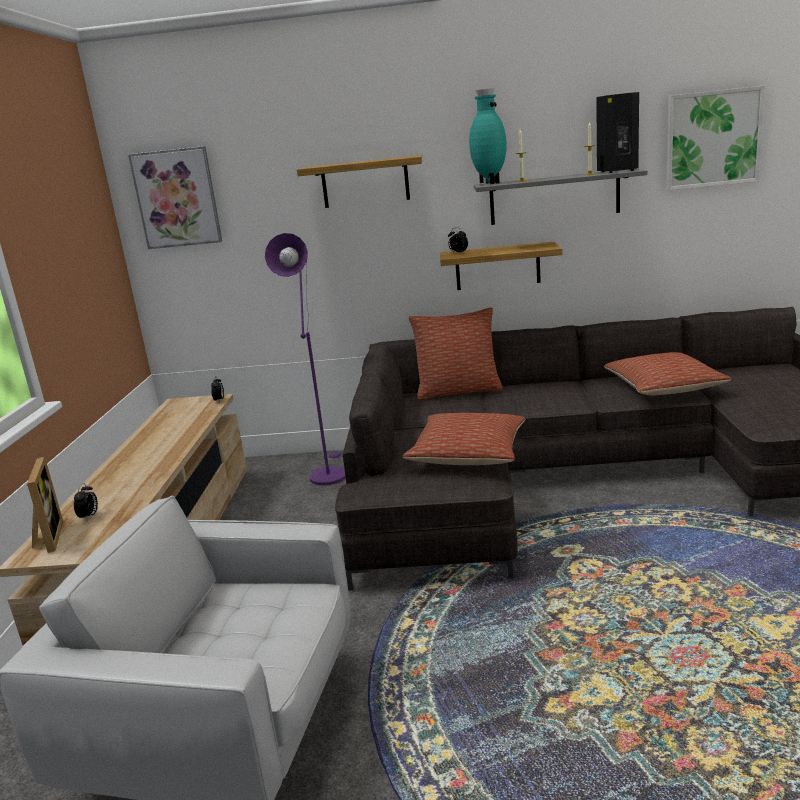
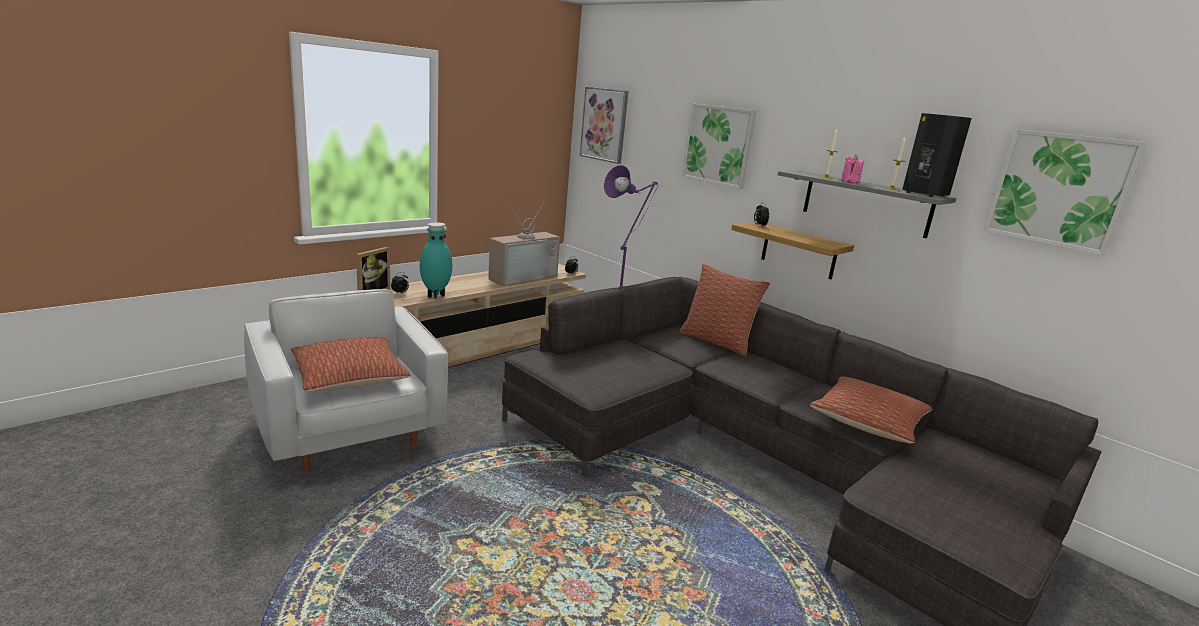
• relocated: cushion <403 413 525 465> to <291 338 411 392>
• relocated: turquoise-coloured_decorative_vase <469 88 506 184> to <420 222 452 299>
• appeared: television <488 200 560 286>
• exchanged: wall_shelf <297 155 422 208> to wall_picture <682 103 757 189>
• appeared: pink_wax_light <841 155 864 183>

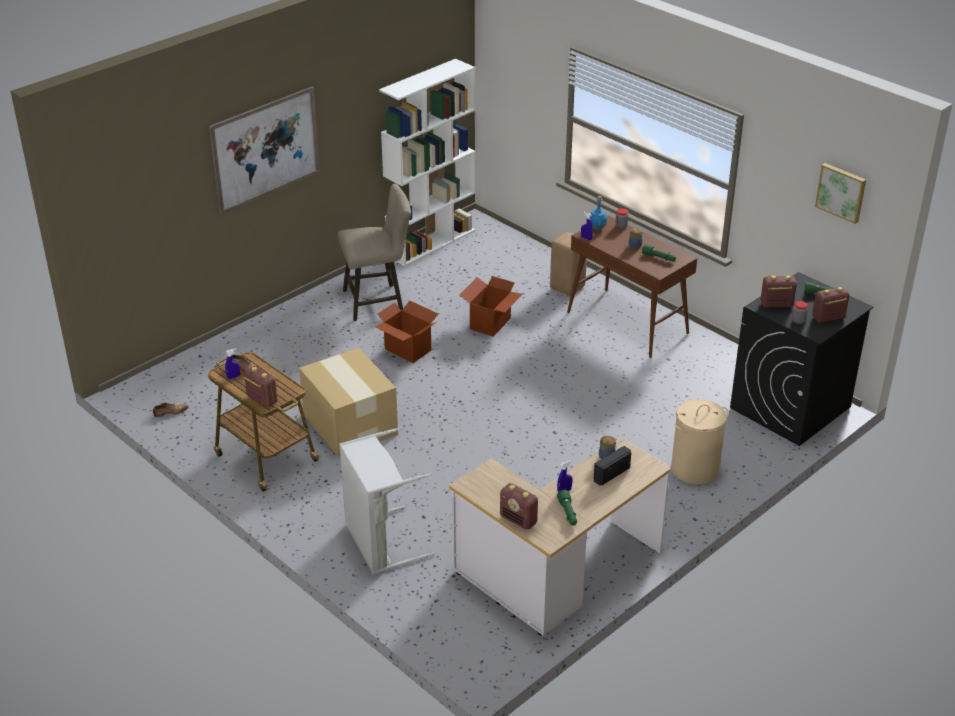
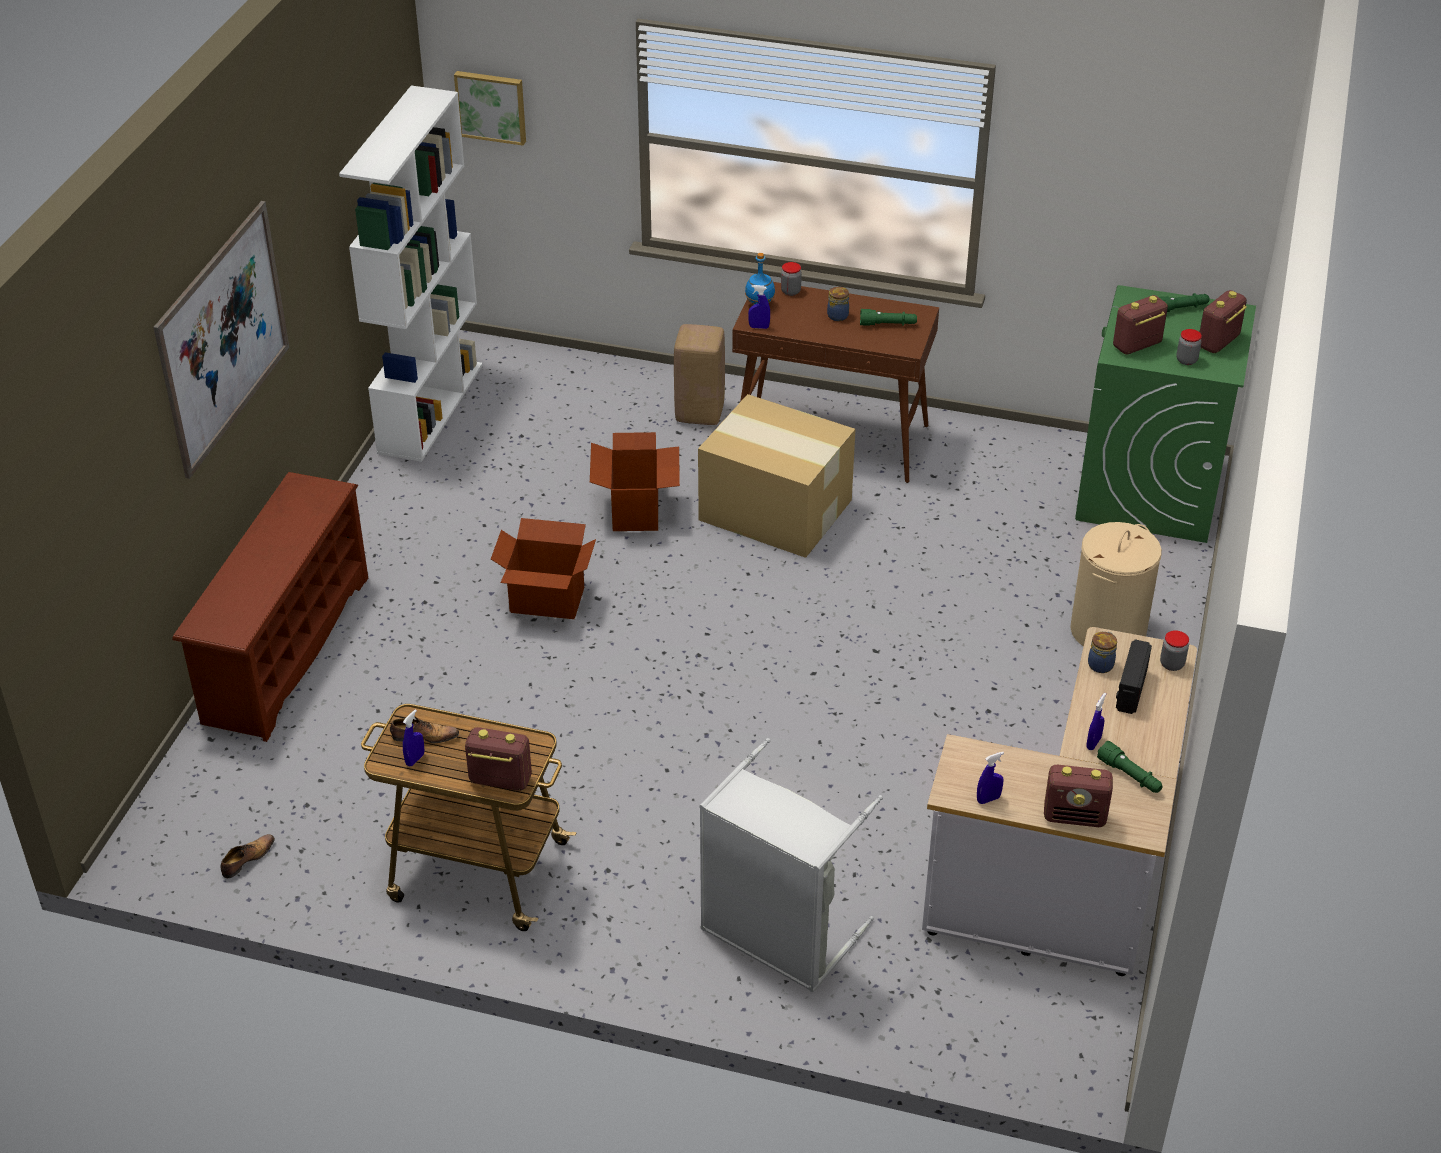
• appeared: brown_shoe_rack <172 472 368 742>
• relocated: wall_picture <815 163 866 224> to <454 71 526 146>
• relocated: packing_box <299 348 398 457> to <698 394 855 558>
• appeared: blue-coloured_sprayer <977 752 1004 804>
• colour: black_washing_machine <730 272 873 446> to green_washing_machine <1075 285 1256 543>
• appeared: storage_jar <1160 630 1189 671>
• missing: sand-coloured_stool <338 184 411 321>

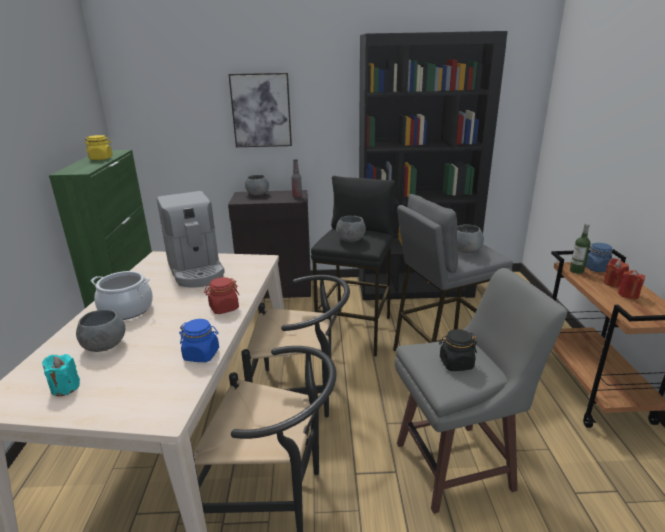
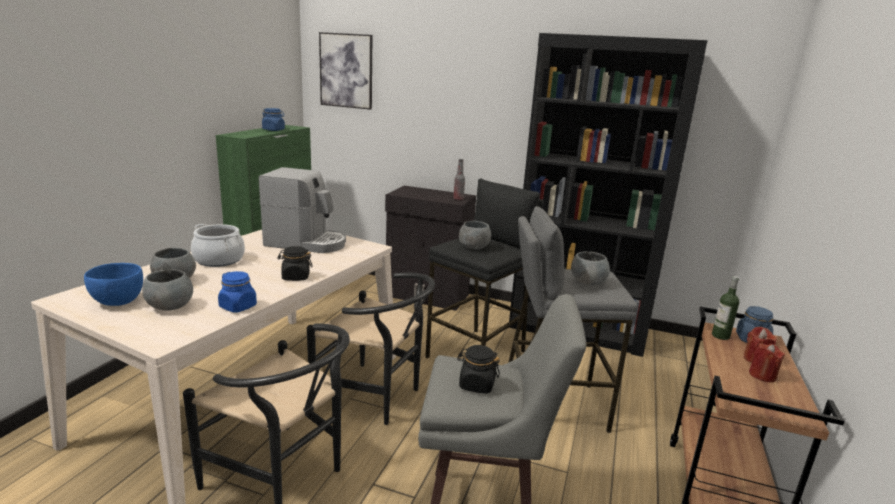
• exchanged: turquoise-coloured_wax_light <42 354 80 396> to blue-coloured_serving_bowl <84 263 143 306>
• relocated: greyish_serving_bowl <245 175 269 196> to <142 269 193 310>
• spun: coffee_machine <157 191 225 288> = <259 167 346 253> 75 degrees counterclockwise
• colour: yellowish_storage_jar <85 135 113 160> to blue-coloured_storage_jar <262 108 285 131>
• colour: reddish_storage_jar <204 277 239 314> to black_storage_jar <277 246 313 281>
• relocated: wall_picture <228 73 292 147> to <319 32 372 110>

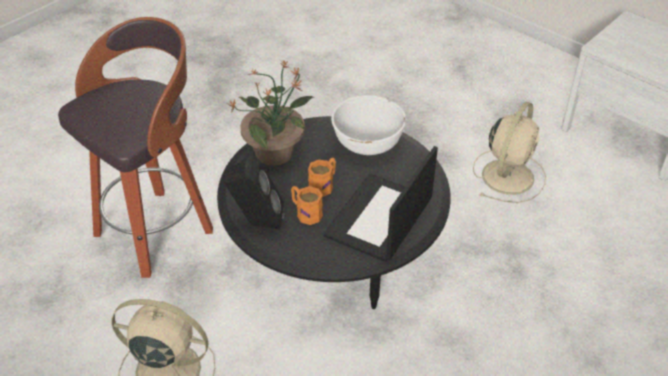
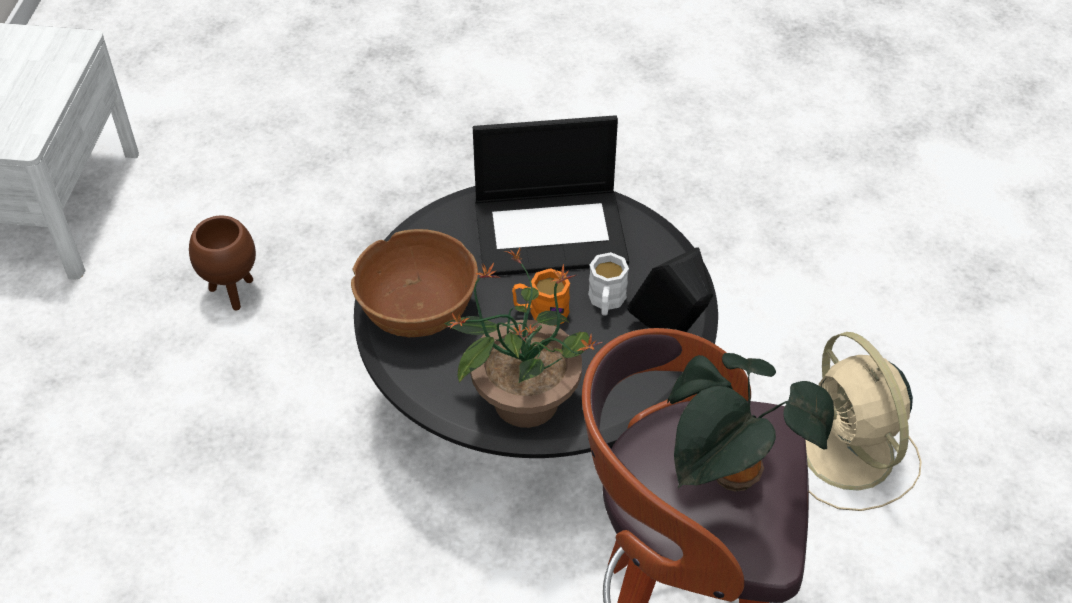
• exchanged: sand-coloured_electric_fan <473 102 546 203> to brown_planter <189 216 256 311>
• colour: white-coloured_serving_bowl <331 95 405 155> to brown_serving_bowl <351 229 478 337>
• colour: orange-coloured_tea_mug <291 186 323 225> to white-coloured_tea_mug <588 252 629 316>
• appeared: potted_plant <667 353 834 492>

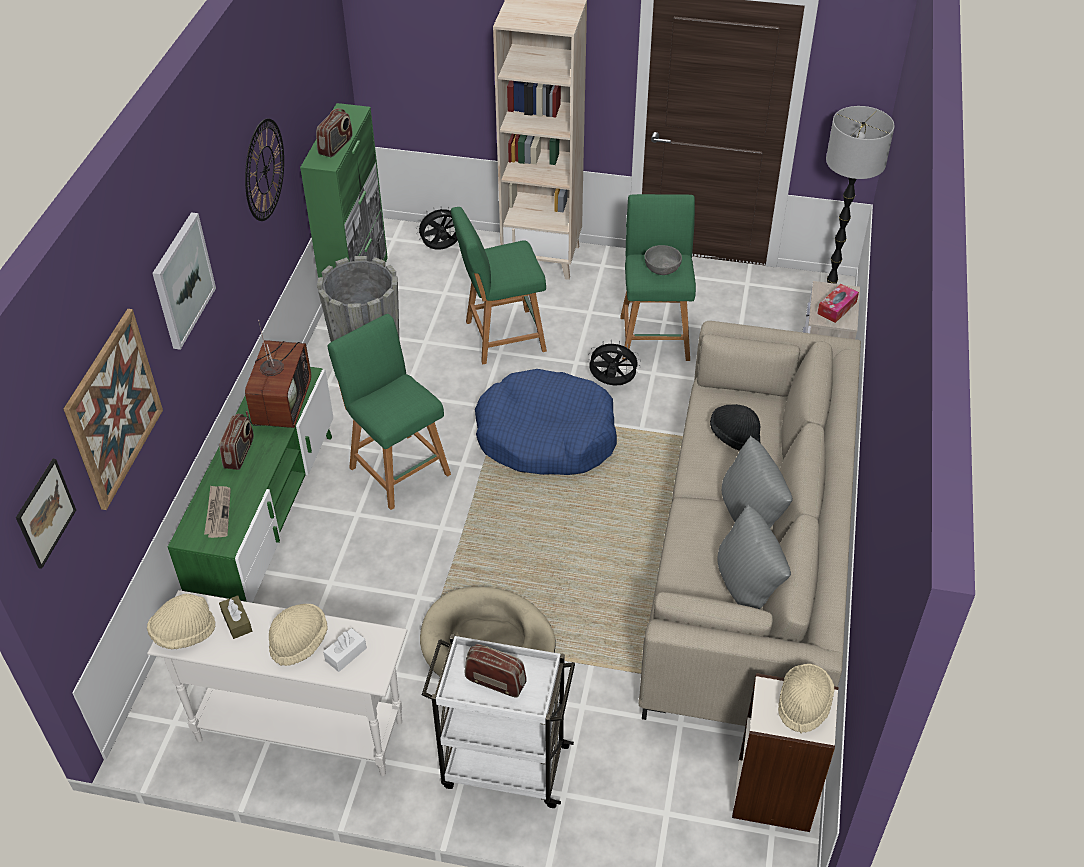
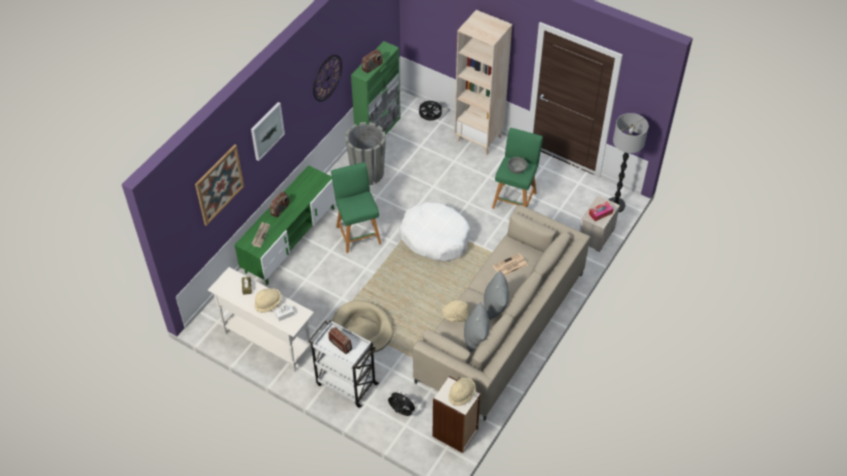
• relocated: black_electric_fan <588 340 641 386> to <388 390 417 416>
• colour: blue-coloured_pet_bed <475 369 617 475> to white-coloured_pet_bed <399 202 470 262>
• relocated: sand-coloured_hat <147 594 215 649> to <442 300 469 322>
• exchanged: black_hat <710 404 761 451> to newspaper <493 253 528 276>
• missing: wall_picture <16 459 76 569>
• missing: television <245 320 311 428>
• missing: green_stool <451 207 547 364>

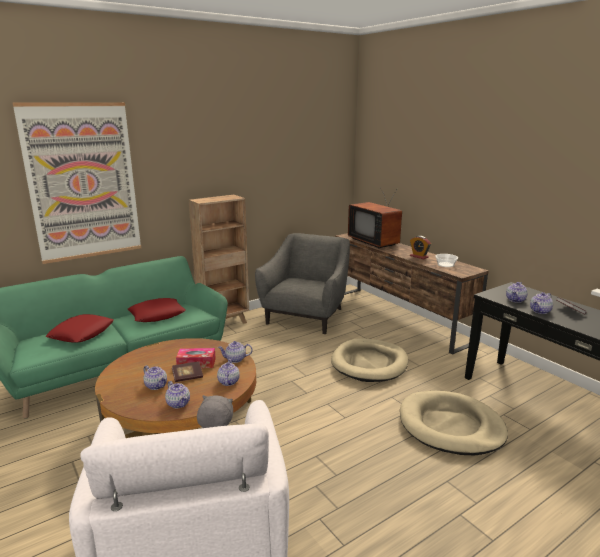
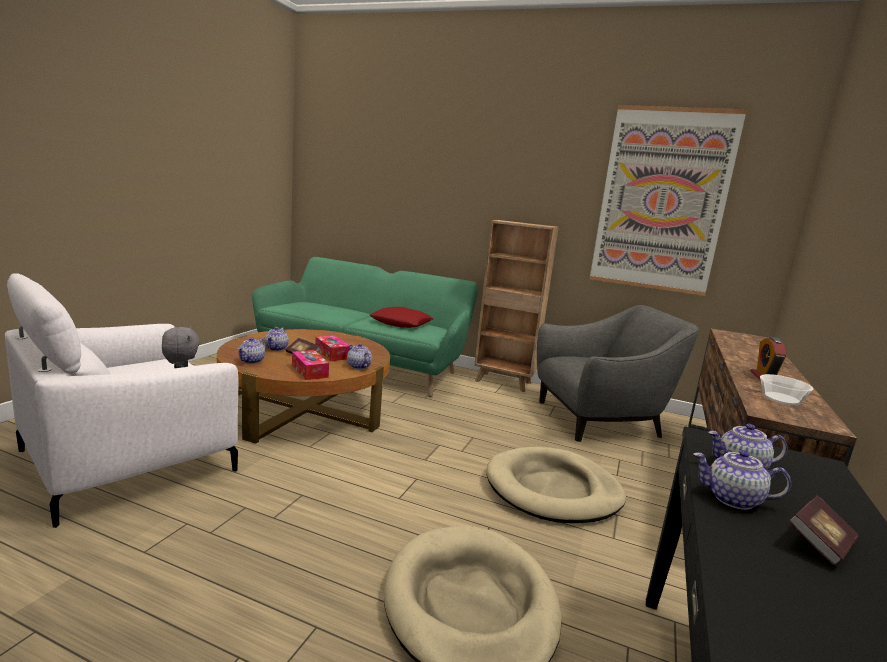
• exchanged: tea_pot <217 359 240 386> to tissue_holder <292 350 329 380>
• relocated: wall_picture <13 102 141 264> to <590 105 747 296>
• missing: reddish_cushion <46 314 114 343>
• missing: television <348 189 402 248>

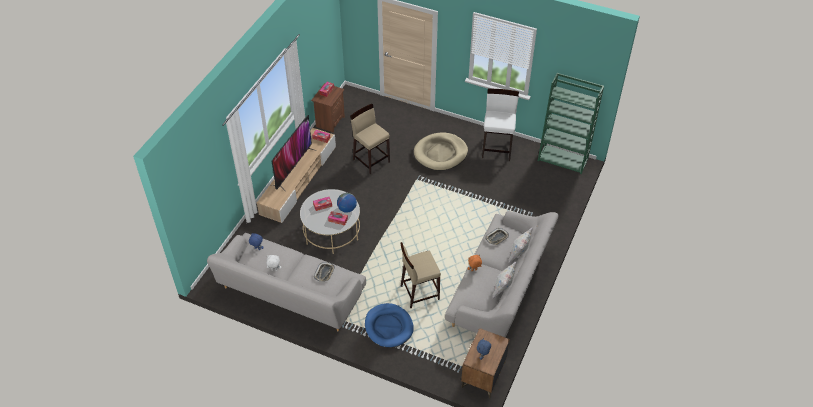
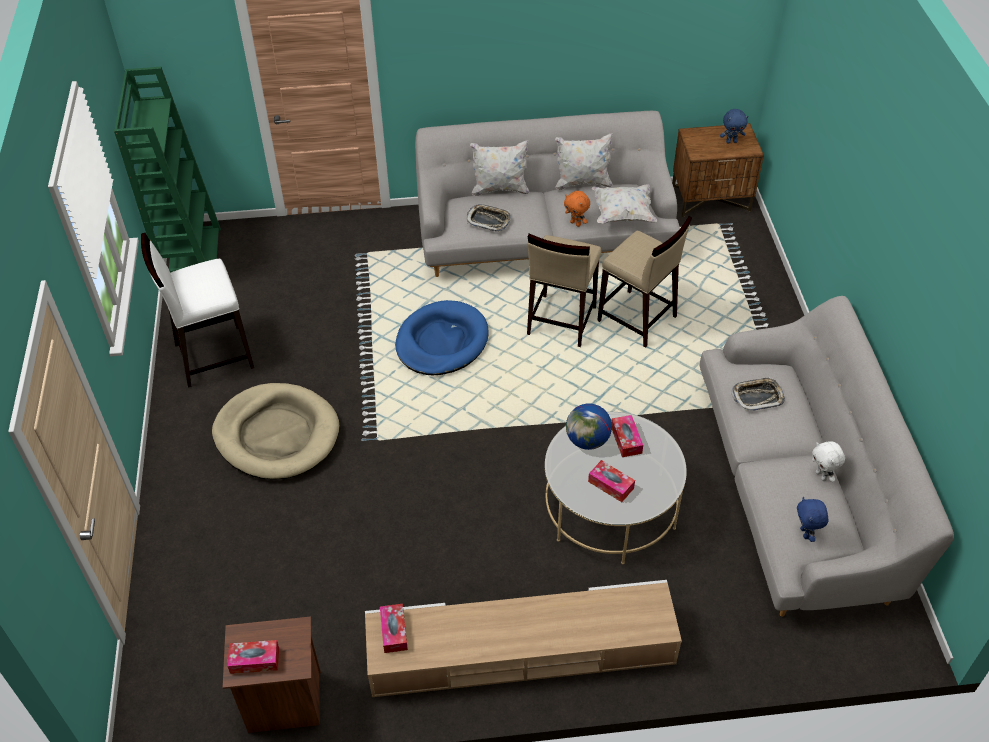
• relocated: blue-coloured_pet_bed <365 303 414 347> to <395 300 489 375>
• relocated: sand-coloured_stool <350 104 390 175> to <527 234 601 347>
• appeared: white-coloured_cushion <592 184 657 223>
• missing: television <272 115 314 189>

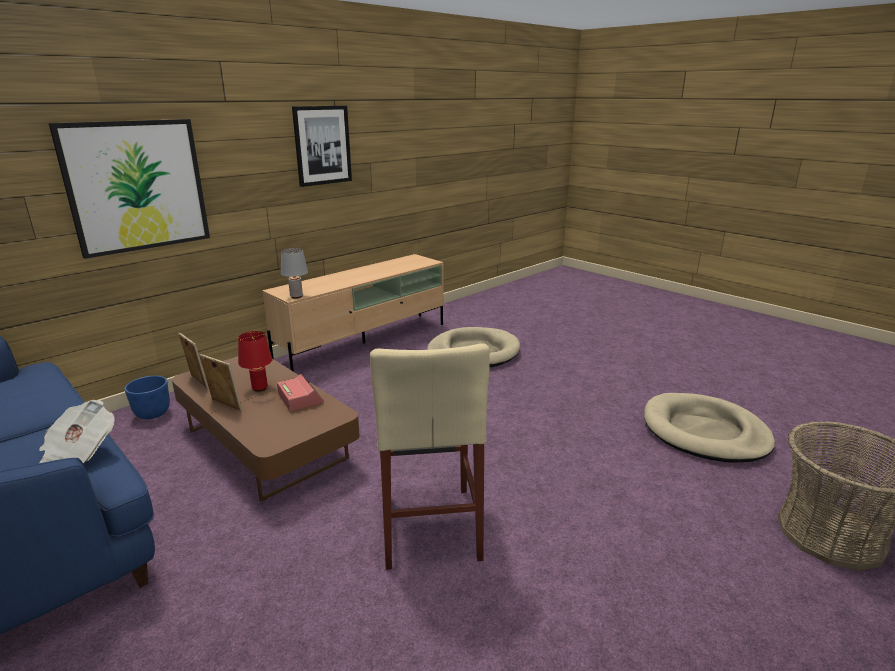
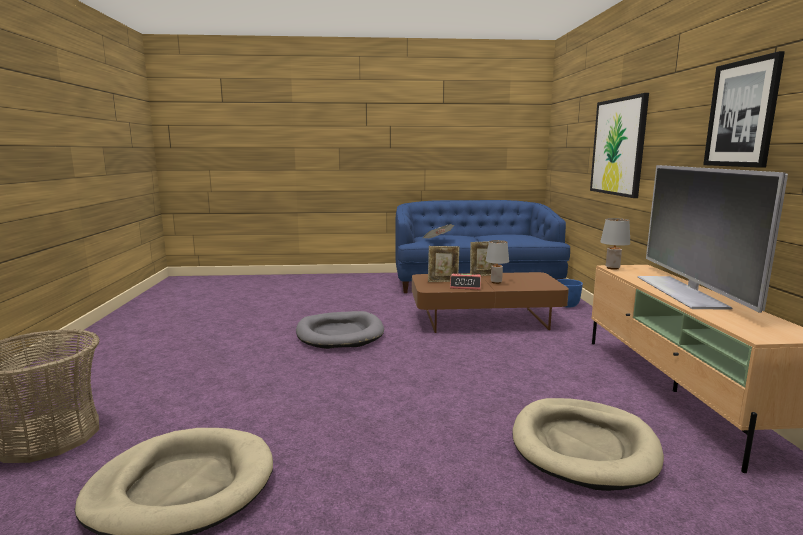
• exchanged: sand-coloured_stool <370 343 490 570> to greyish_pet_bed <296 311 384 349>
• relocated: picture_frame <178 333 209 389> to <428 246 460 282>
• colour: reddish_lamp_for_a_table <238 331 272 392> to greyish_lamp_for_a_table <486 240 509 284>
• appeared: television <638 165 788 313>

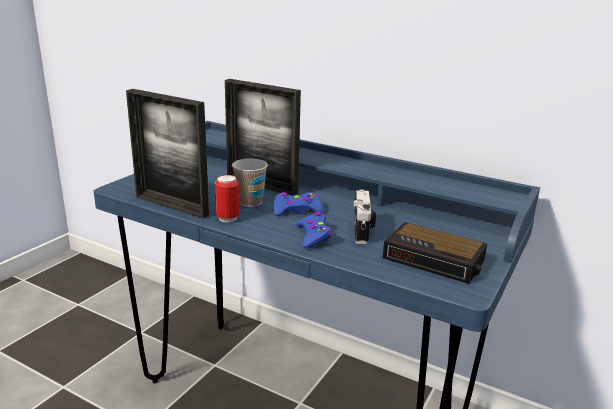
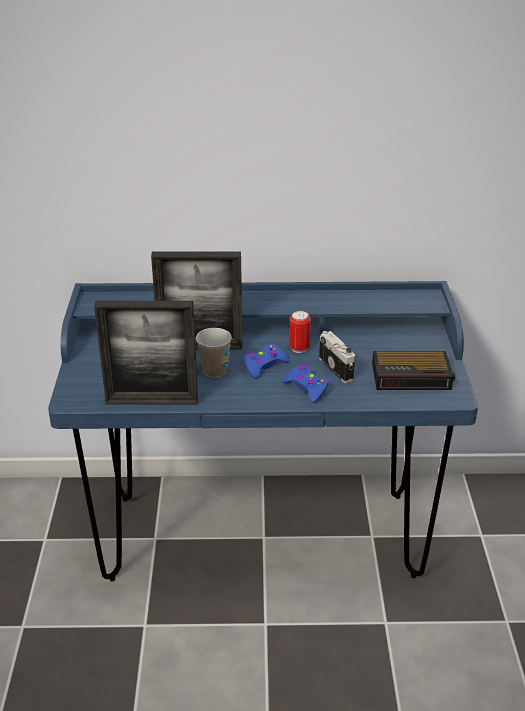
• relocated: metal_can <215 175 239 222> to <289 311 311 353>

